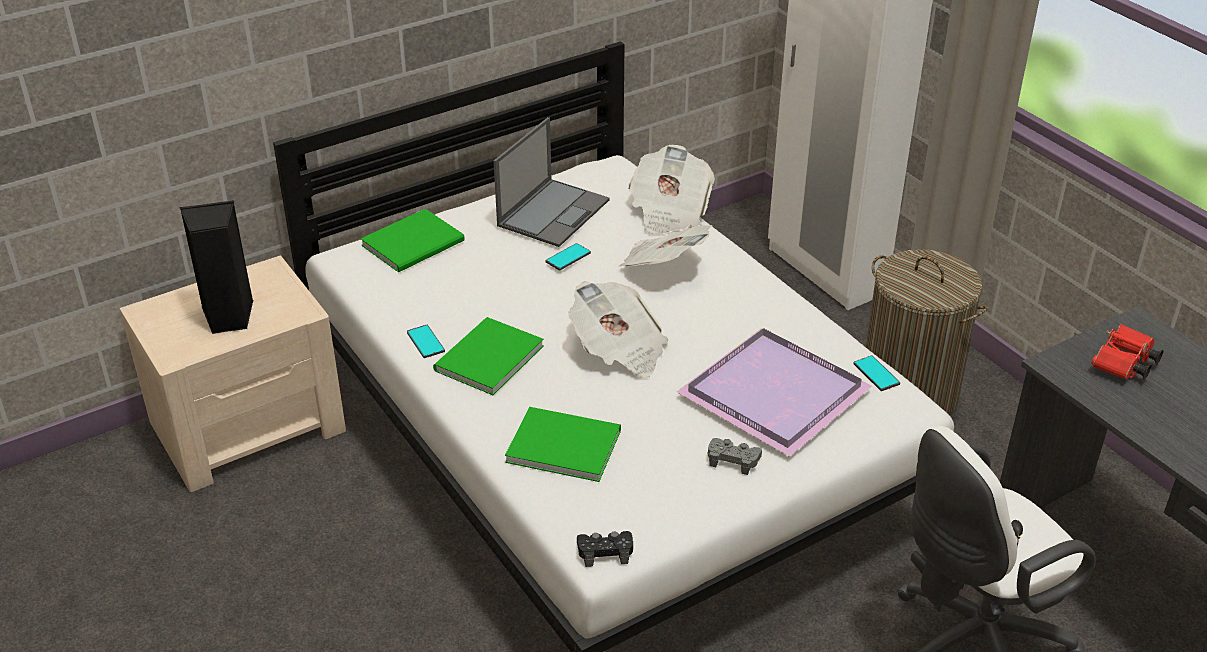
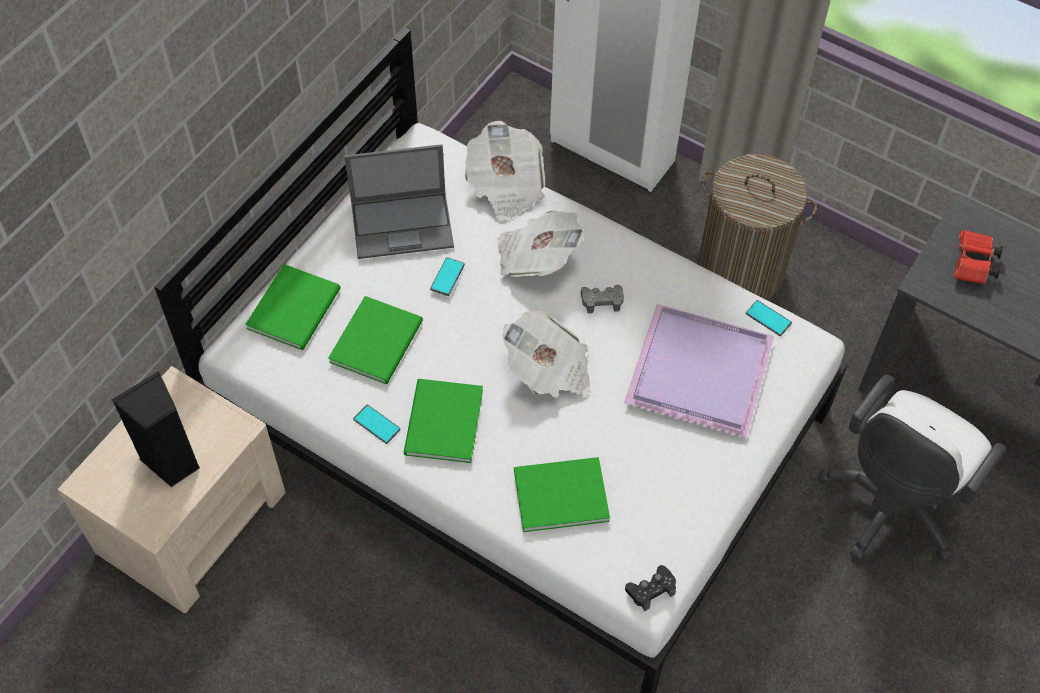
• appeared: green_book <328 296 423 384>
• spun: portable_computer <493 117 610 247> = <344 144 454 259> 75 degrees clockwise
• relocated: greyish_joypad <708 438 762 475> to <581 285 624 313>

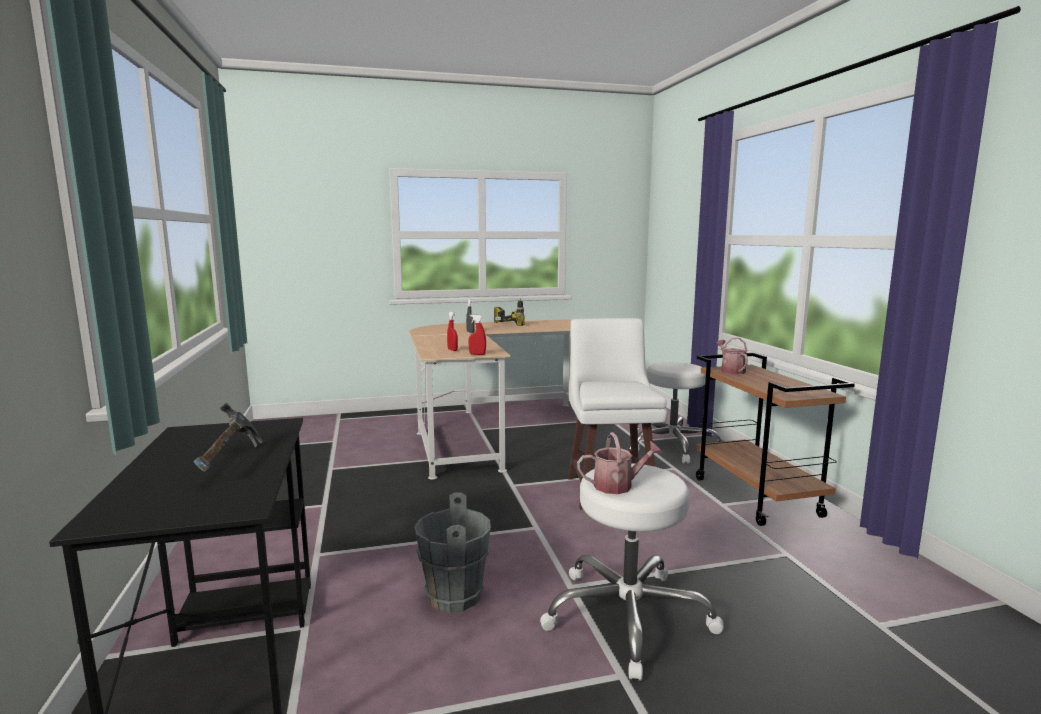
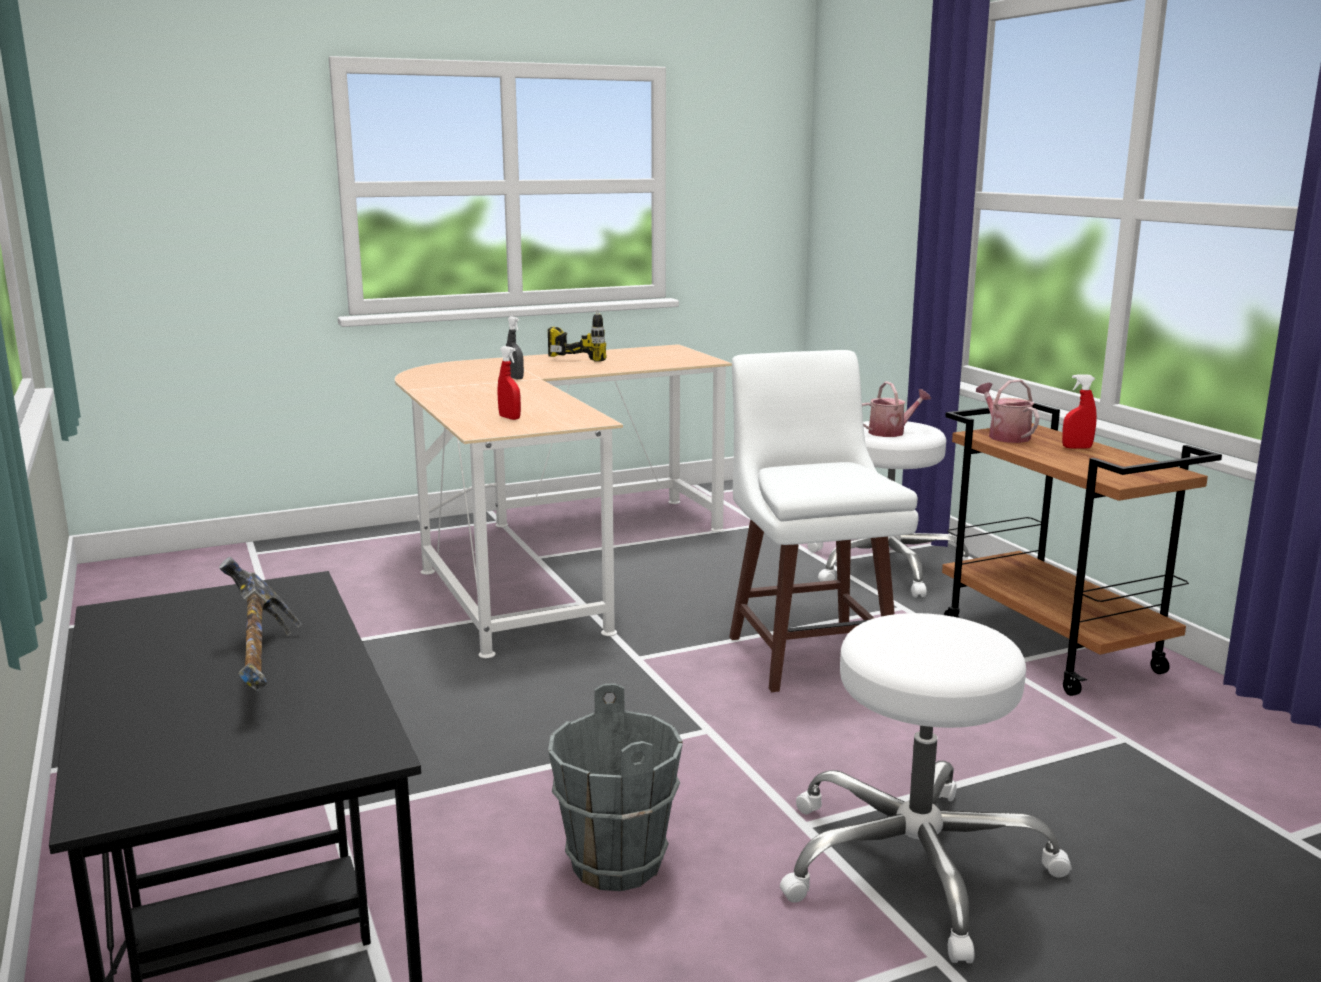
• relocated: watering_can <577 432 663 494> to <862 381 931 437>
• relocated: reddish_sprayer <468 315 486 355> to <1062 374 1097 449>

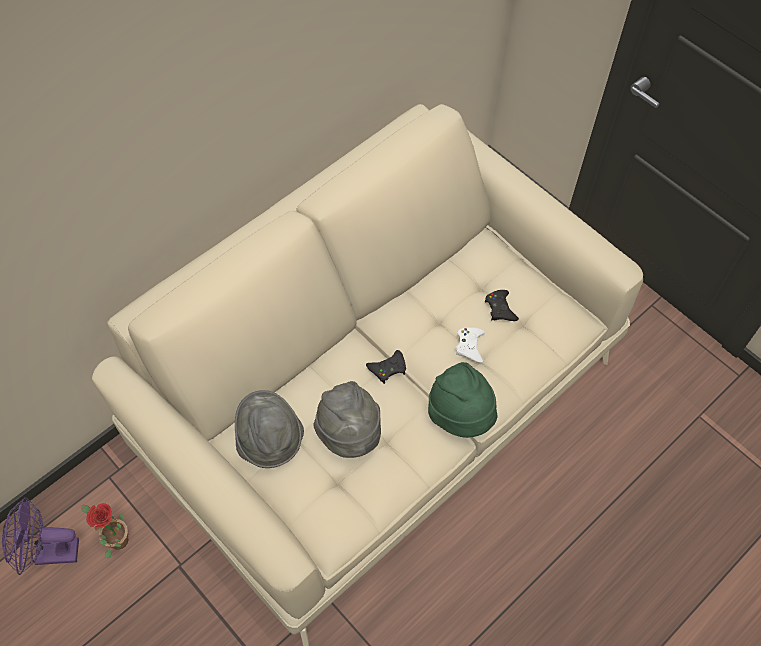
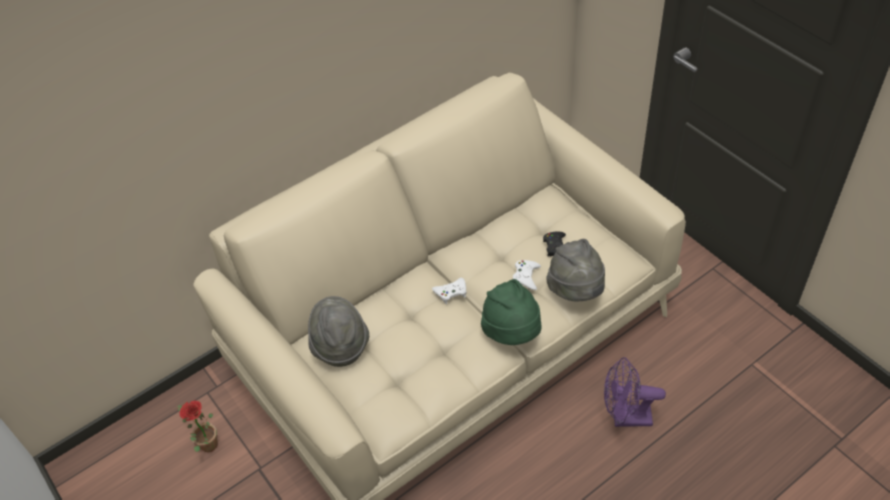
• colour: black_joypad <366 350 406 384> to white-coloured_joypad <432 278 467 304>
• relocated: greyish_hat <313 381 381 458> to <546 239 605 301>
• relocated: purple_electric_fan <2 497 79 575> to <604 357 666 427>

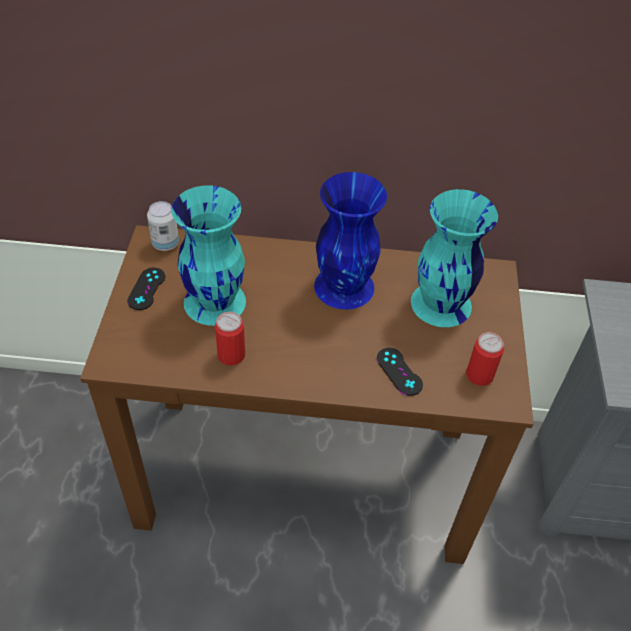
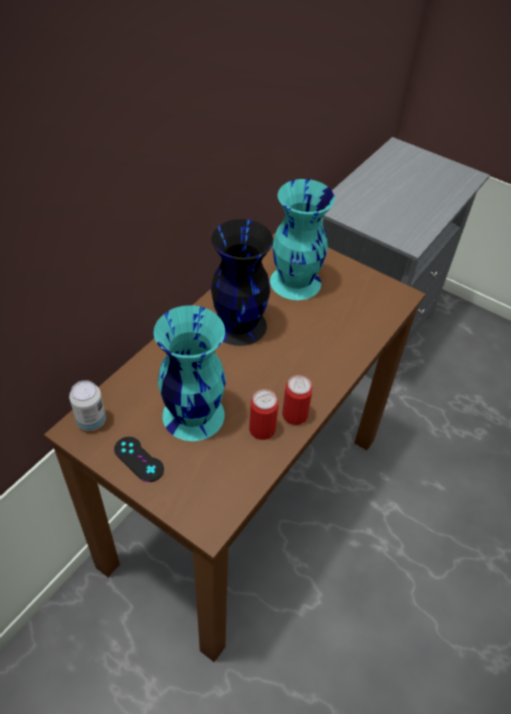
• colour: blue-coloured_decorative_vase <314 172 387 310> to black_decorative_vase <211 219 273 346>
• relocated: metal_can <466 332 504 386> to <282 375 313 425>
• missing: black_joypad <377 348 423 396>

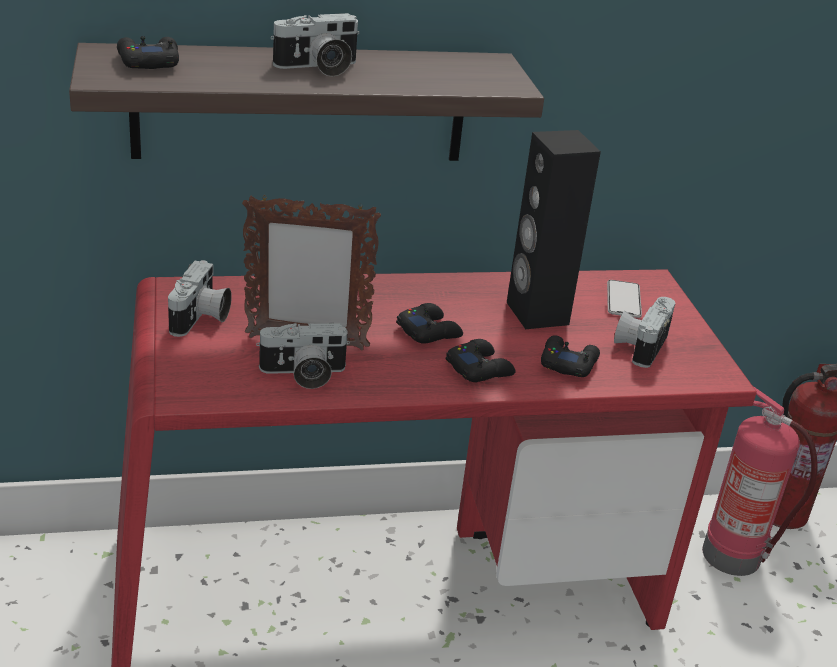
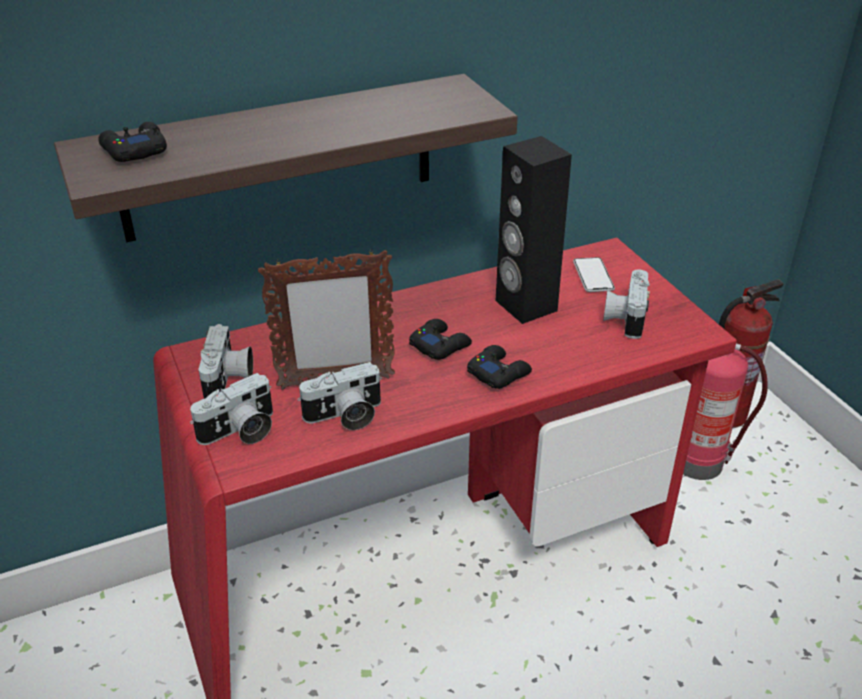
• relocated: photo_camera <271 13 359 77> to <190 373 273 445>
• missing: black_joypad <541 335 600 377>

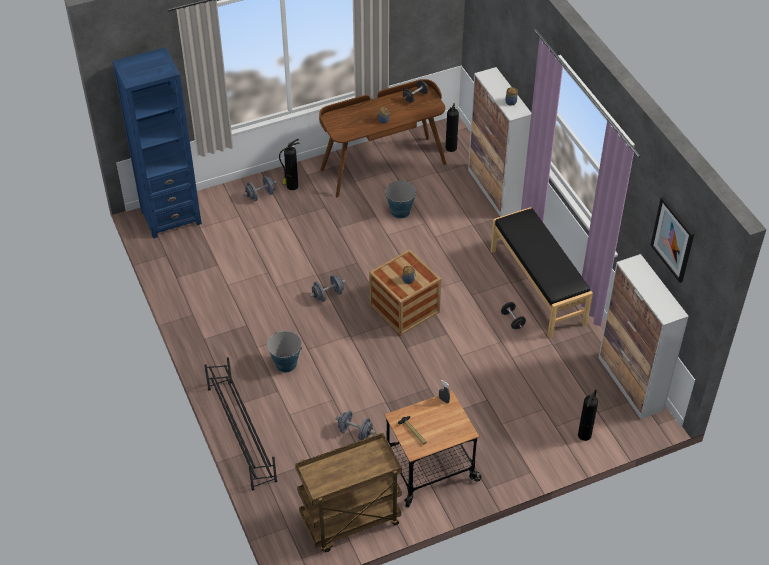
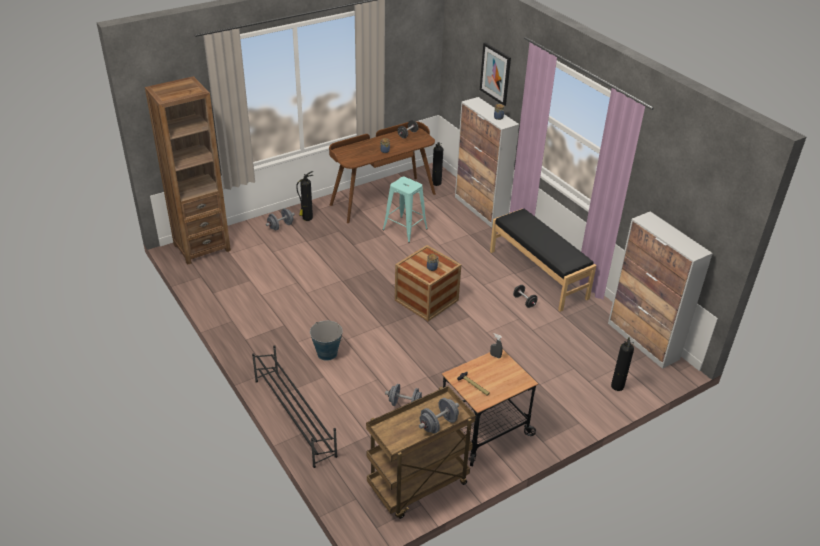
• colour: blue-coloured_bookshelf <113 47 202 238> to brown_bookshelf <145 76 231 265>
• exchanged: water_bucket <385 181 416 219> to turquoise-coloured_stool <382 177 428 243>
• relocated: greyish_hand_weight <309 275 346 302> to <419 398 459 434>
• relocated: wall_picture <650 196 694 283> to <480 42 511 106>

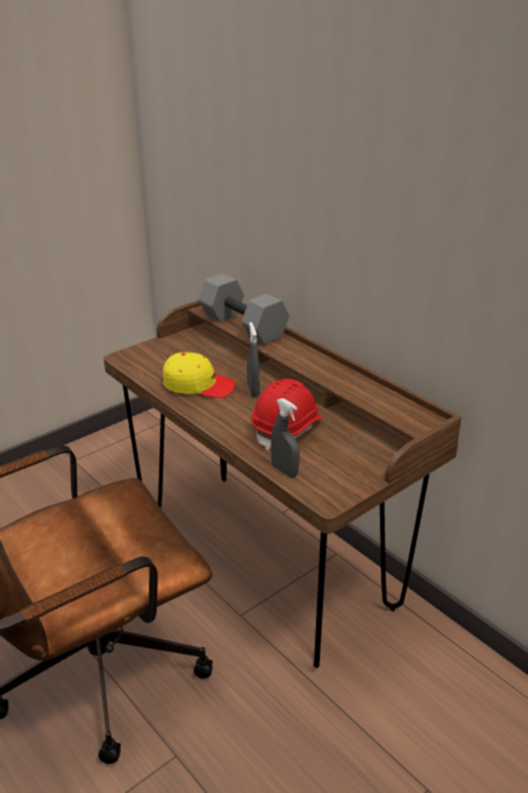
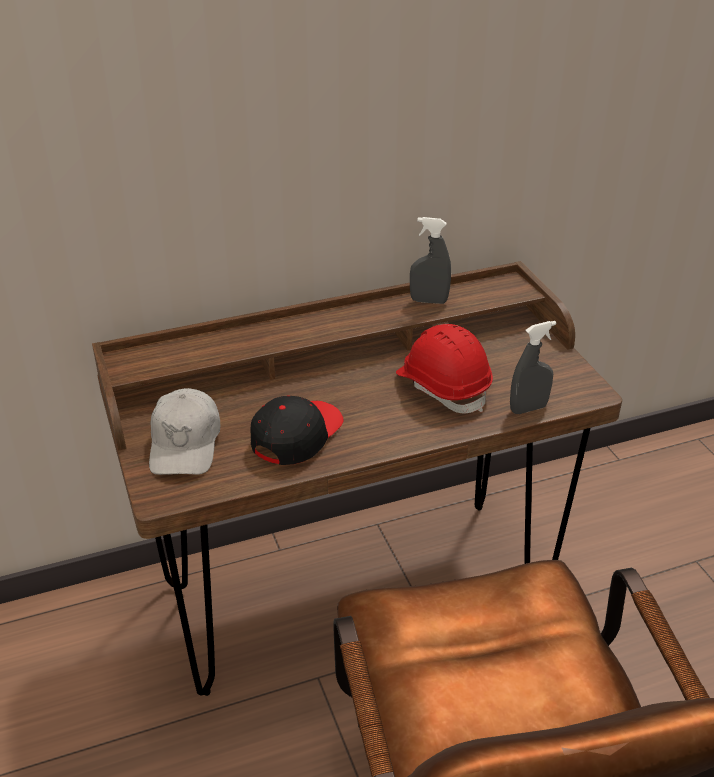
• appeared: white-coloured_peaked_cap <149 388 220 475>
• colour: yellowish_peaked_cap <163 352 236 398> to black_peaked_cap <251 395 344 465>
• relocated: greyish_sprayer <247 322 260 397> to <410 217 451 304>
• missing: greyish_hand_weight <198 274 289 345>

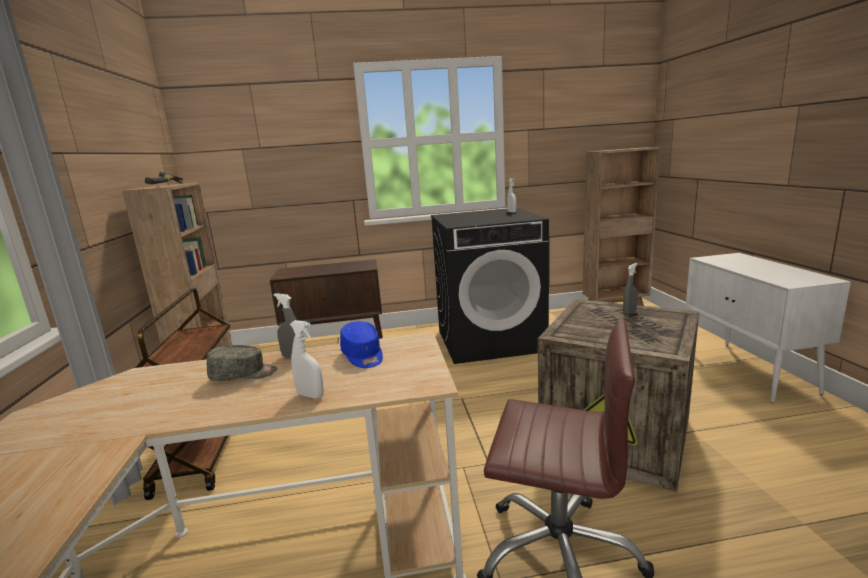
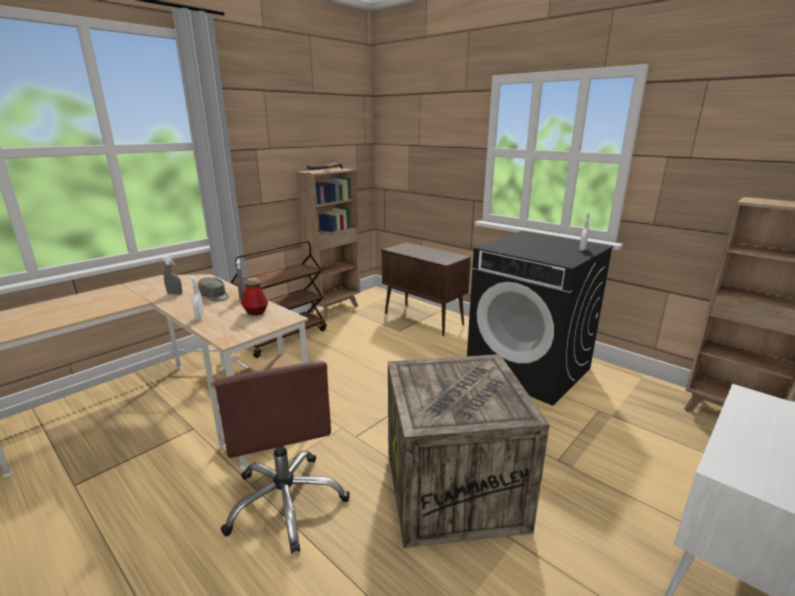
• relocated: greyish_sprayer <623 263 638 315> to <163 256 182 295>
• exchanged: blue-coloured_peaked_cap <340 321 383 368> to beverage_bottle <241 278 269 316>

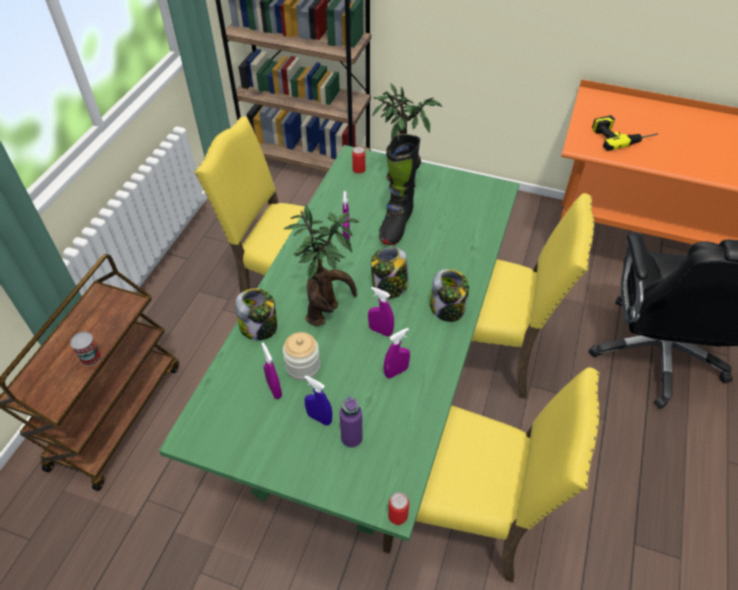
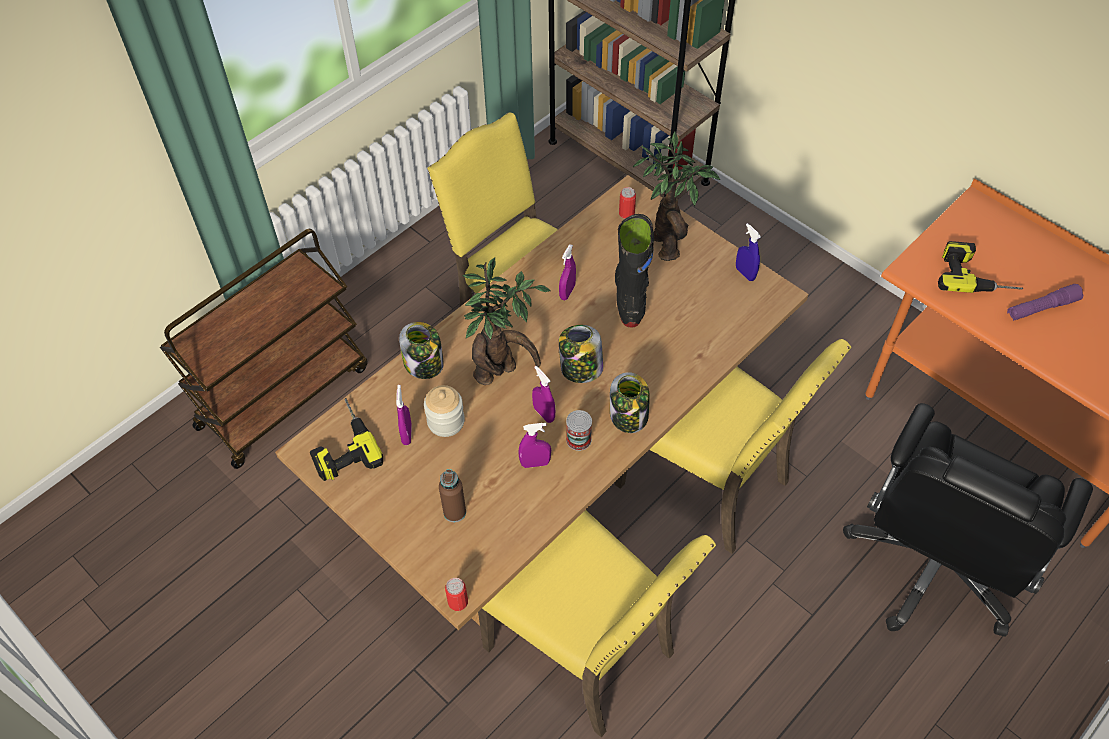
• colour: green_kitchen_table <159 145 519 542> to brown_kitchen_table <275 175 809 630>
• appeared: drill <310 398 383 481>
• colour: purple_beverage_bottle <339 396 363 448> to brown_beverage_bottle <439 469 466 522>
• relocated: metal_can <70 332 102 366> to <566 410 592 451>
• spun: black_tall_boot <379 134 420 245> = <615 214 654 328> 135 degrees clockwise
• relocated: blue-coloured_sprayer <304 375 332 426> to <736 223 761 281>
• appeared: purple_torch <1007 284 1084 321>

